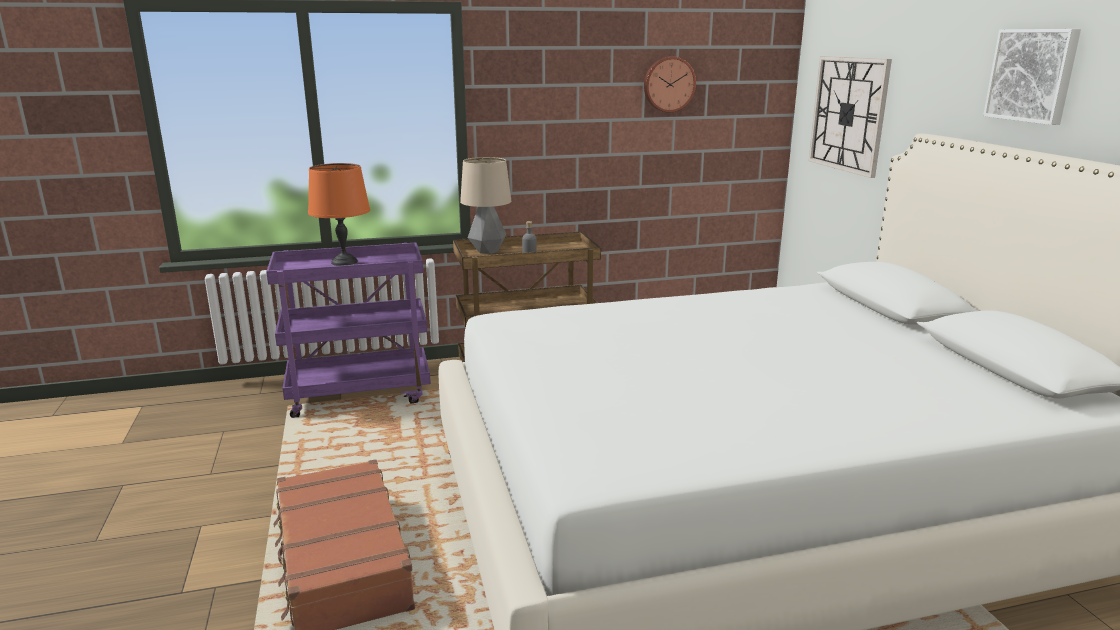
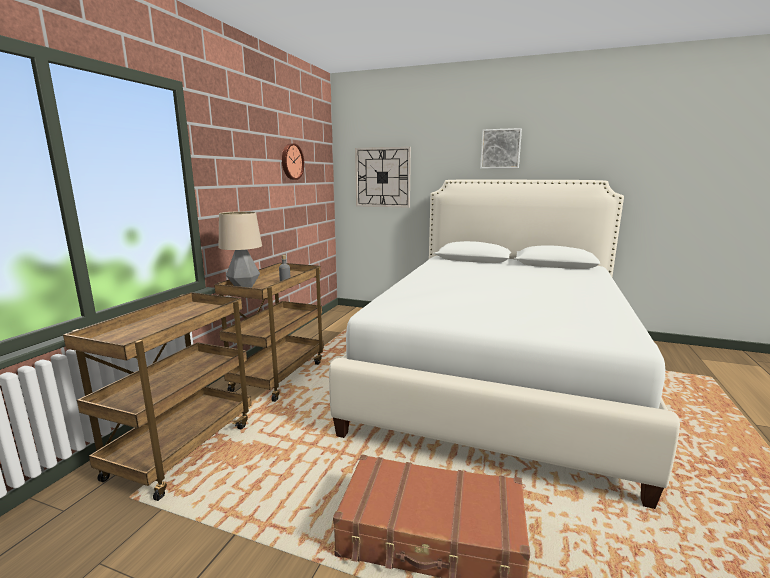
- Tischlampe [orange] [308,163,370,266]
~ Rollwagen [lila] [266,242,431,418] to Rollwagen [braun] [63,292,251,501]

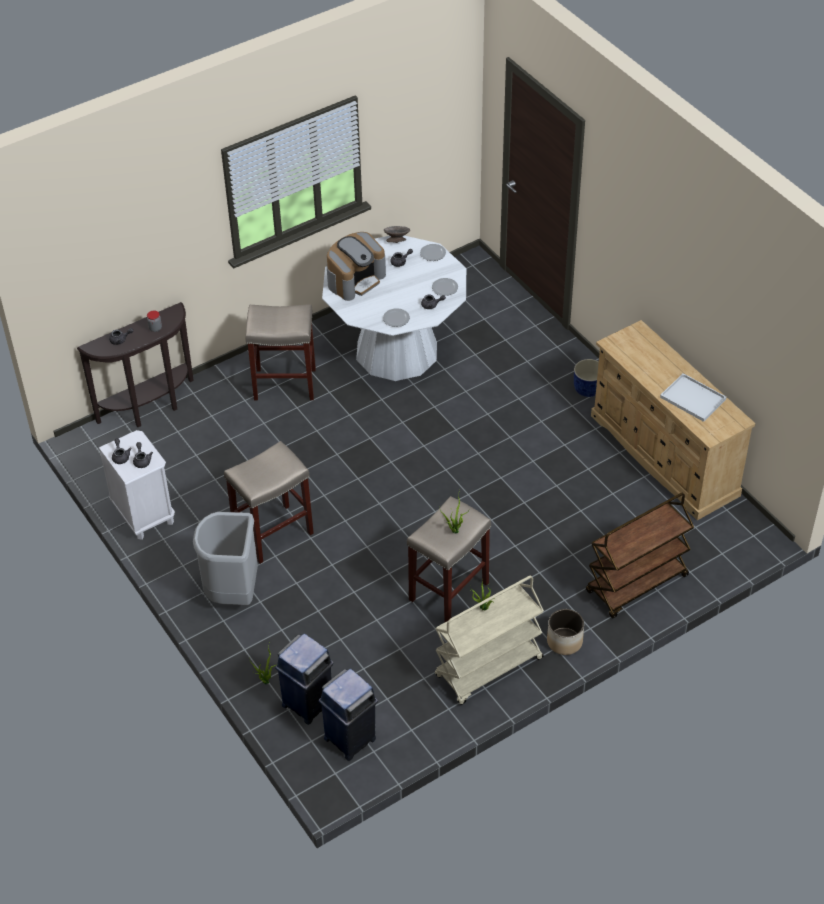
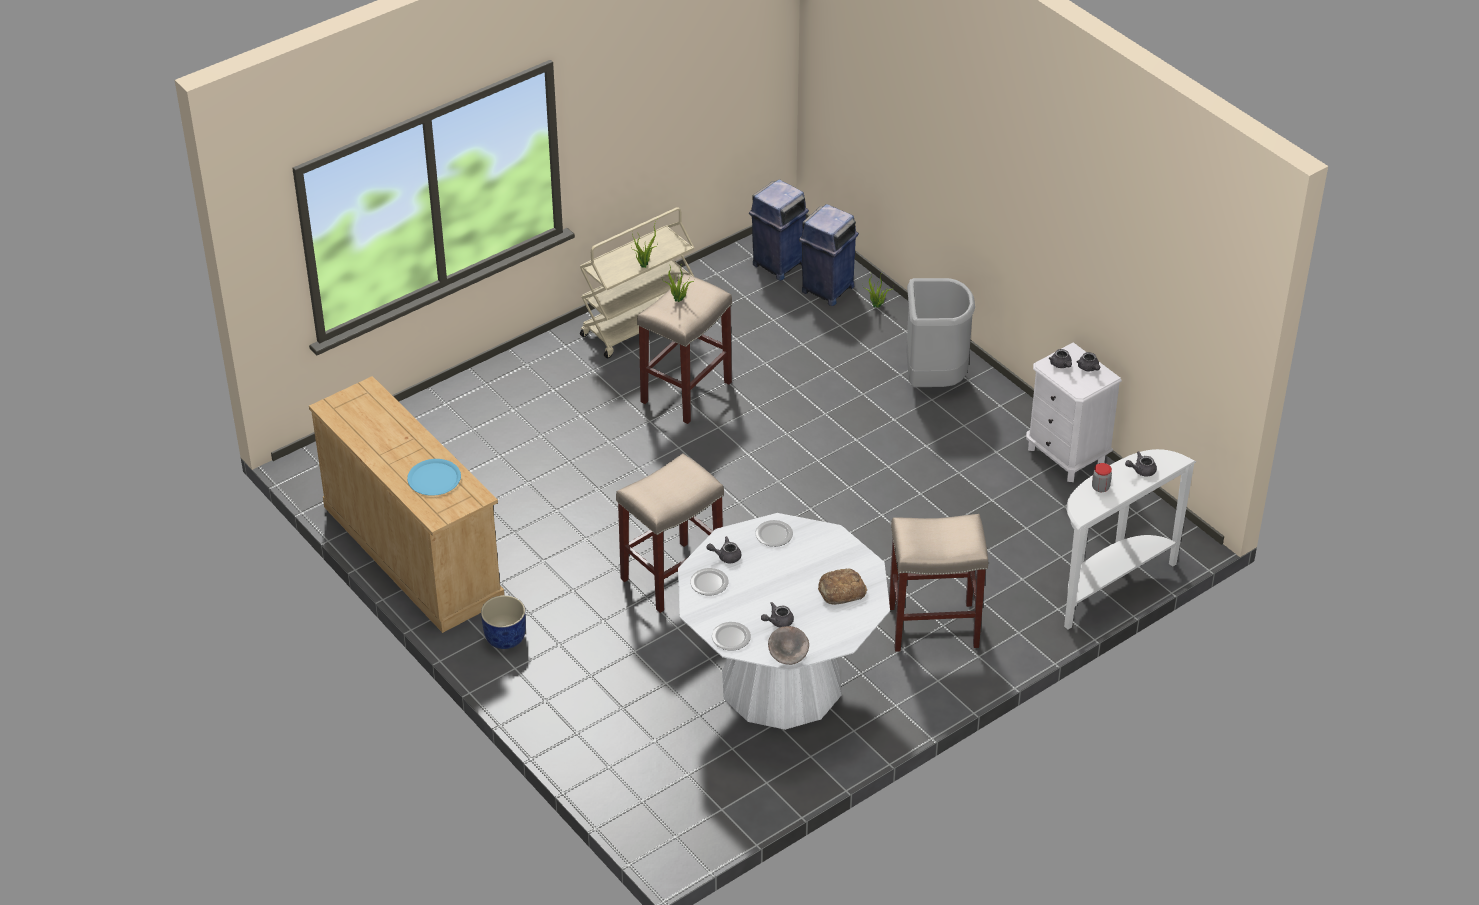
~ Kaffeemaschine [327,232,386,301] to Brot [818,569,867,605]
~ Konsolentisch [braun] [77,302,194,427] to Konsolentisch [weiß] [1064,449,1196,629]
- Tablett [weiß] [660,373,726,422]
~ Hocker [beige] [224,441,314,564] to [616,453,724,613]
- Rollwagen [braun] [586,493,694,618]
- Pflanzkübel [547,609,584,655]
+ Teller [blau] [407,459,461,496]

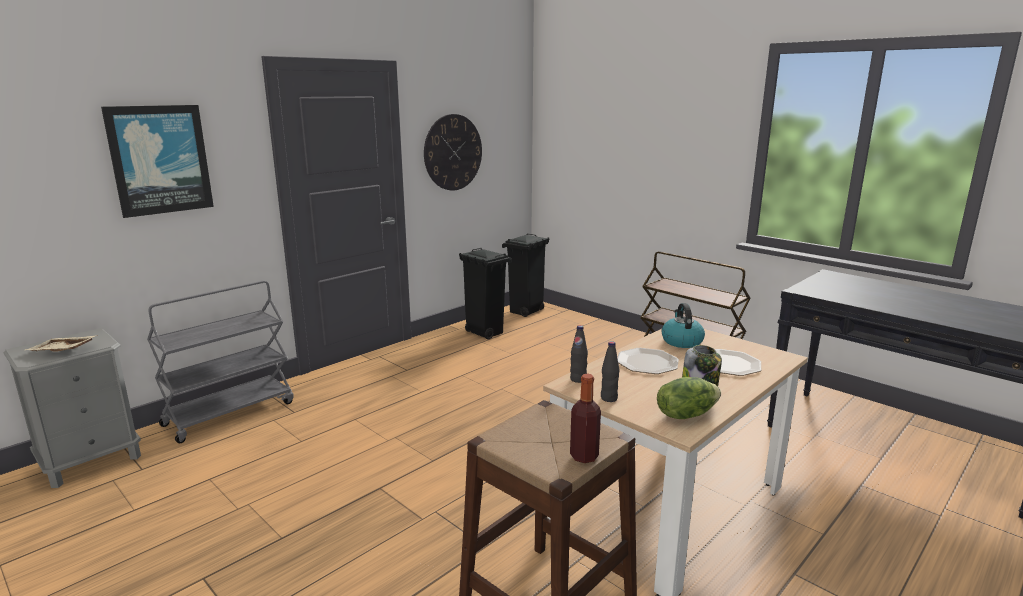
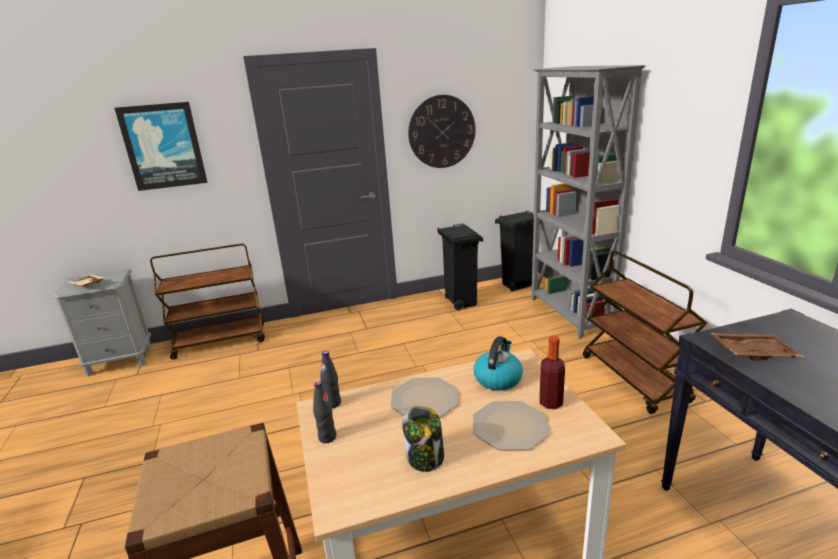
~ Rollwagen [grau] [147,281,294,443] to Rollwagen [braun] [150,244,265,360]
~ Flasche [570,373,601,463] to [539,336,565,409]
- Salatkopf [657,377,721,419]
+ Bücherregal [grau] [531,65,645,339]
+ Tablett [braun] [711,333,804,361]

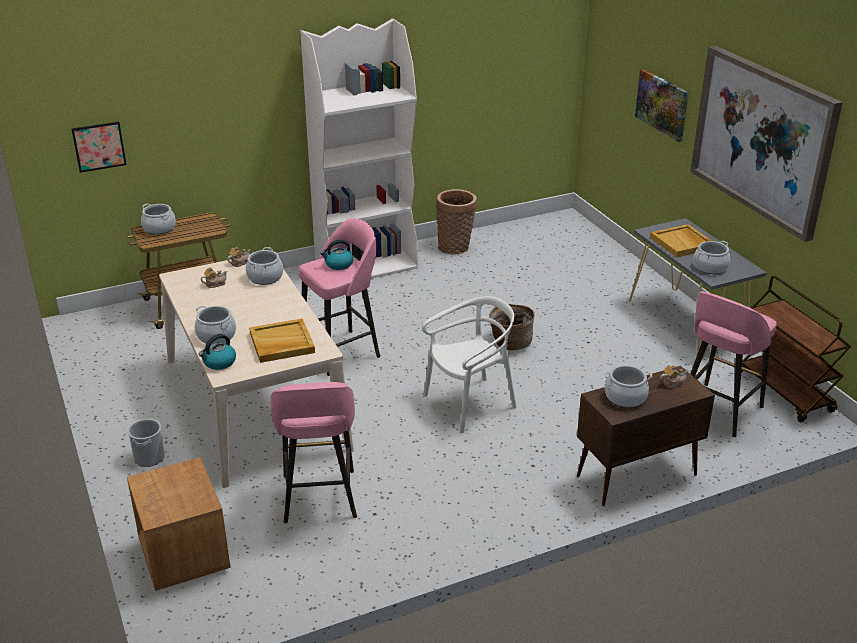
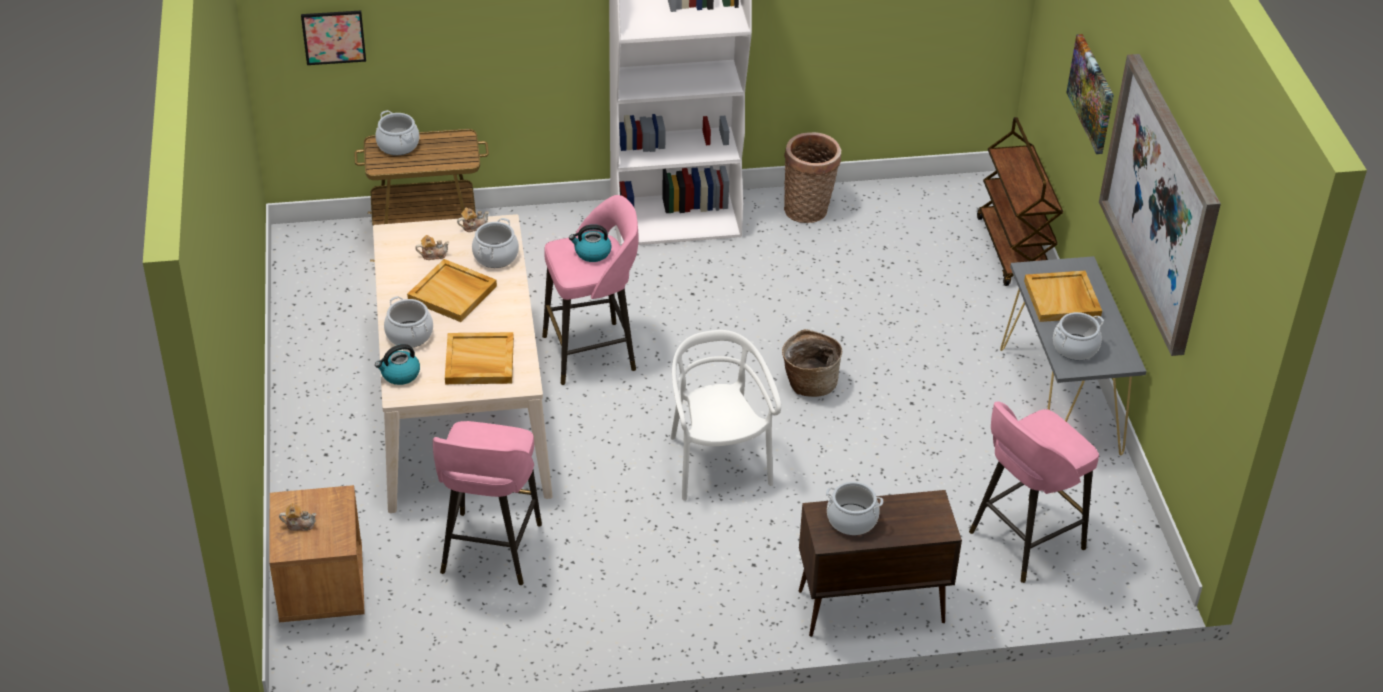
~ Rollwagen [braun] [741,276,851,422] to [977,117,1063,286]
~ Stuhl [weiß] [422,296,517,433] = [671,330,781,501] 90 degrees counterclockwise
~ Teekanne [660,365,689,388] to [279,503,317,531]
- Eimer [127,419,165,467]
+ Tablett [beige] [407,259,497,322]

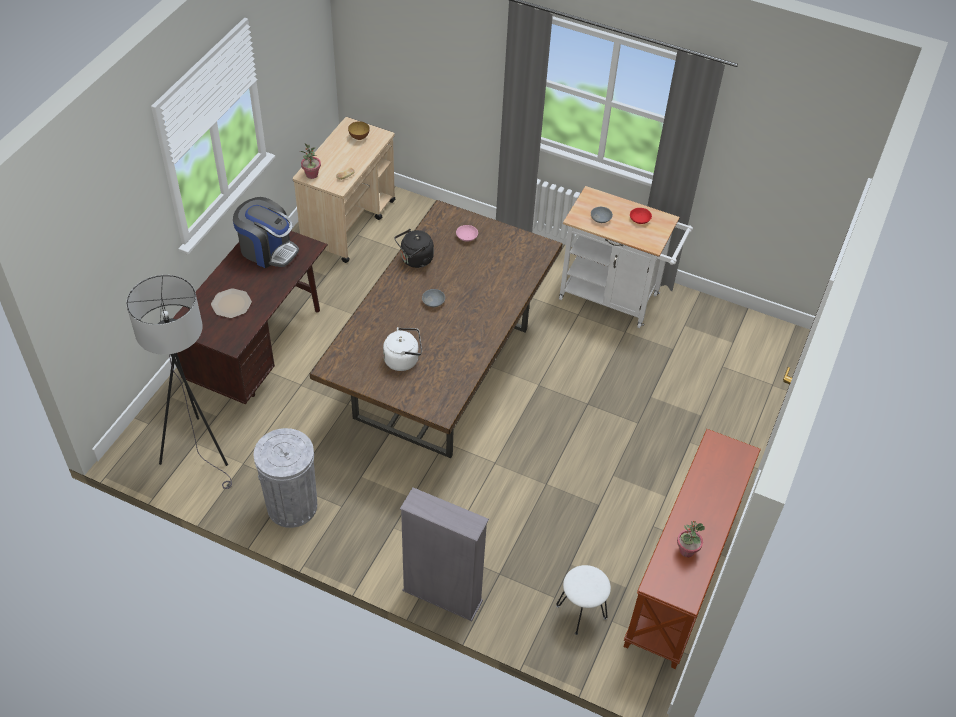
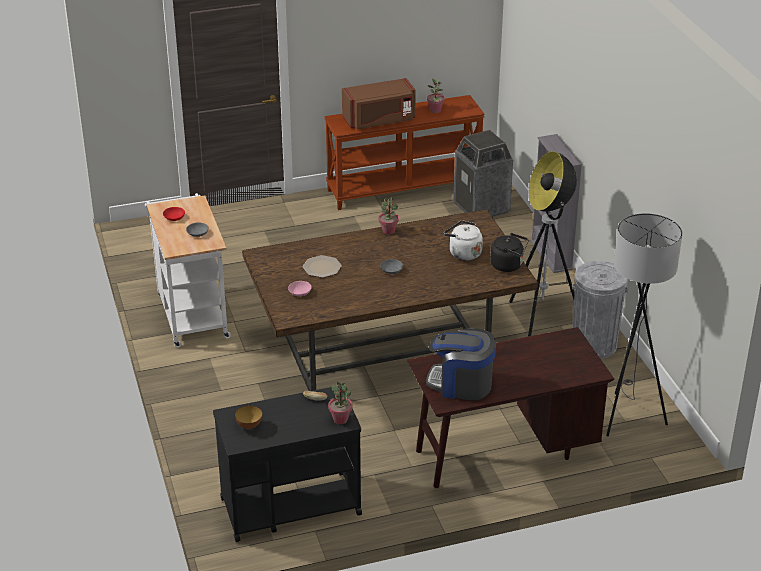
~ Rollwagen [beige] [293,117,396,263] to Rollwagen [schwarz] [213,386,362,542]
~ Kaffeemaschine [233,197,299,268] = [426,328,496,400] 60 degrees counterclockwise
~ Wasserkessel [schwarz] [395,229,434,268] to [490,233,529,272]
~ Teller [211,288,252,318] to [302,255,342,278]
~ Hocker [weiß] [556,565,611,635] to Mülleimer [453,130,513,217]
+ Mikrowelle [braun] [342,78,416,129]
+ Stehlampe [509,151,577,336]
+ Topfpflanze [379,197,399,235]

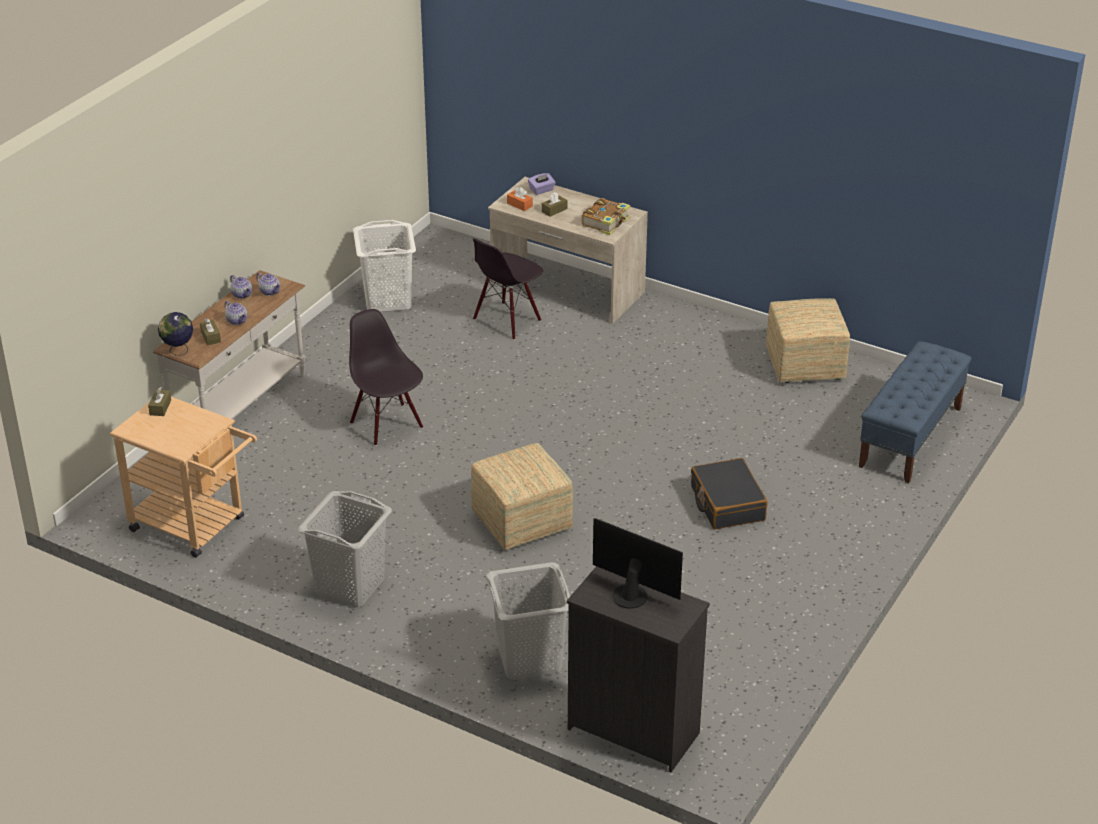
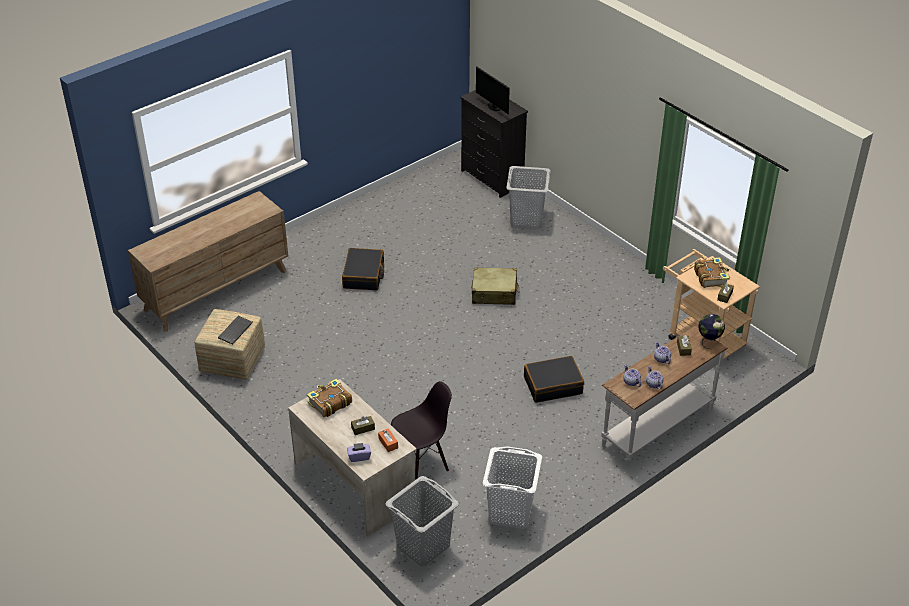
~ Stuhl [schwarz] [349,309,423,446] to Koffer [schwarz] [524,356,584,403]
~ Bank [blau] [859,341,971,483] to Kommode [braun] [128,191,288,332]
~ Polsterhocker [471,443,573,550] to Koffer [beige] [472,267,519,305]
~ Wäschekorb [grau] [298,491,392,607] to [386,476,459,567]
+ Buch [694,258,730,288]
+ Tastatur [218,316,253,345]

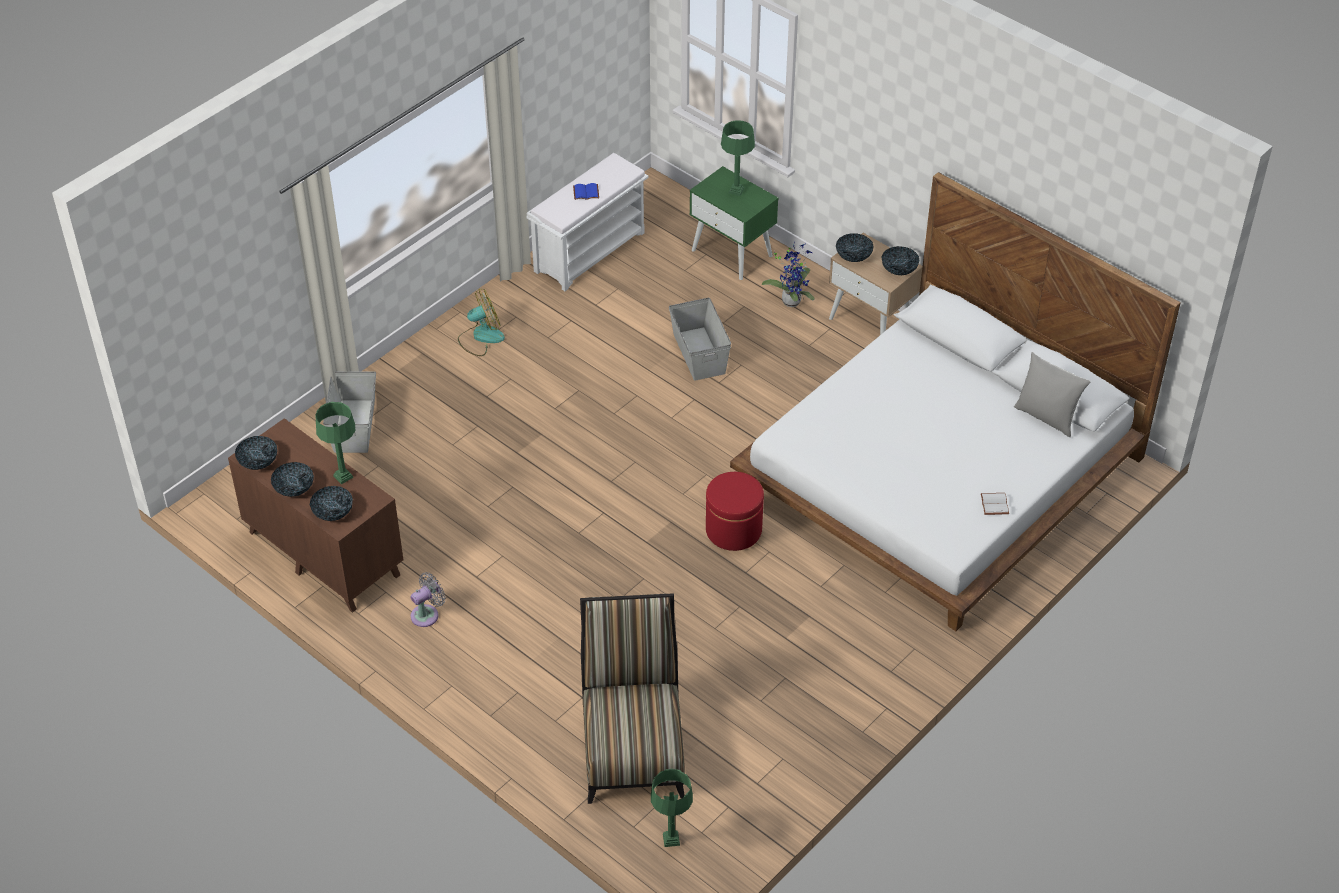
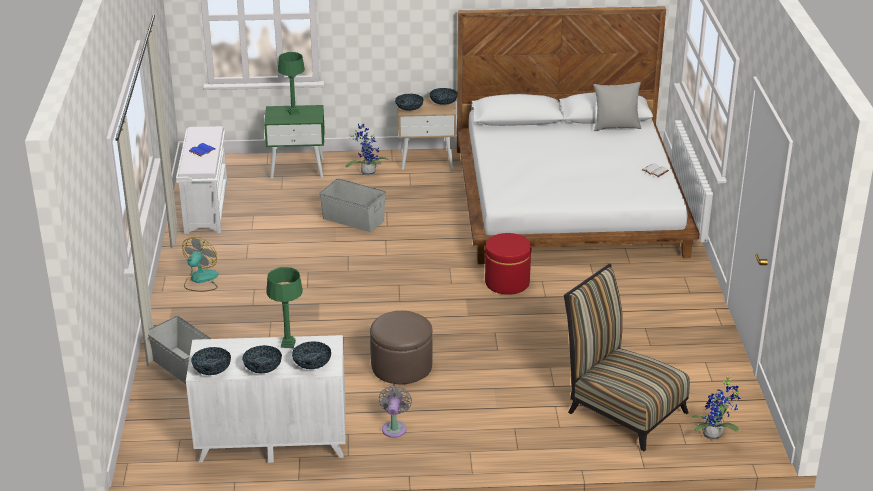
~ Kommode [braun] [228,418,403,613] to Kommode [weiß] [186,335,346,463]
~ Tischlampe [grün] [651,769,693,847] to Topfpflanze [692,374,740,440]
+ Polsterhocker [braun] [370,311,433,384]

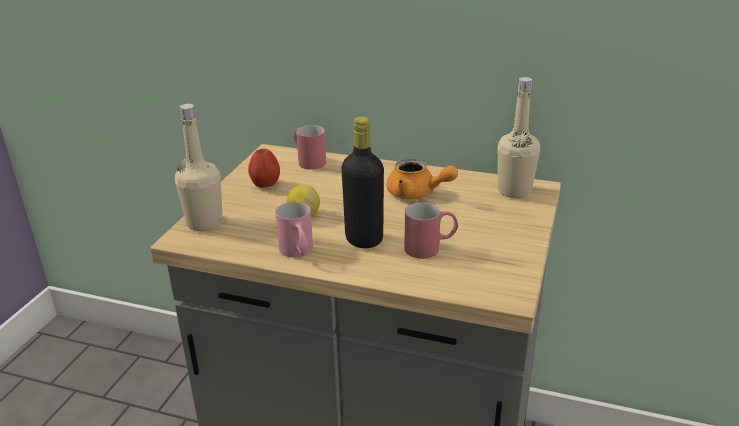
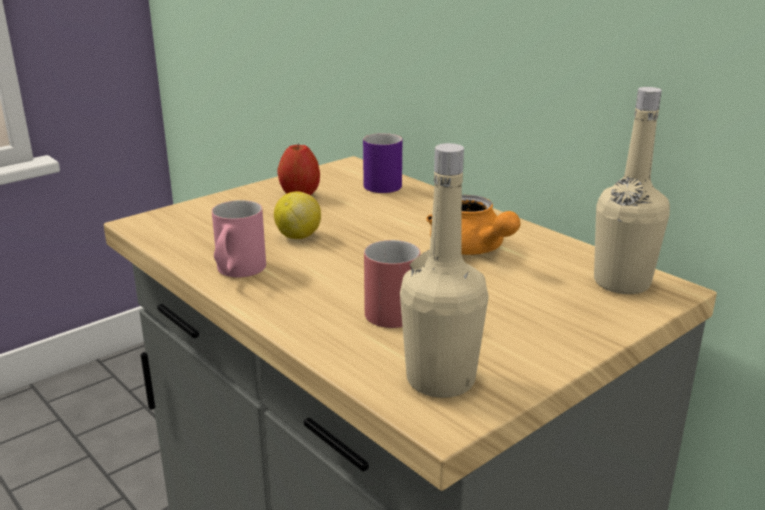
~ Flasche [beige] [175,104,223,231] to [400,143,488,398]
- Flasche [schwarz] [341,117,384,248]
~ Henkelbecher [rot] [294,125,326,170] to Henkelbecher [lila] [363,133,402,193]

